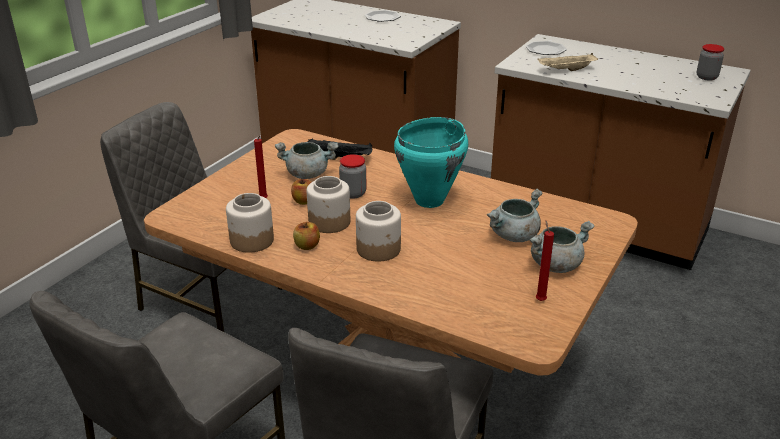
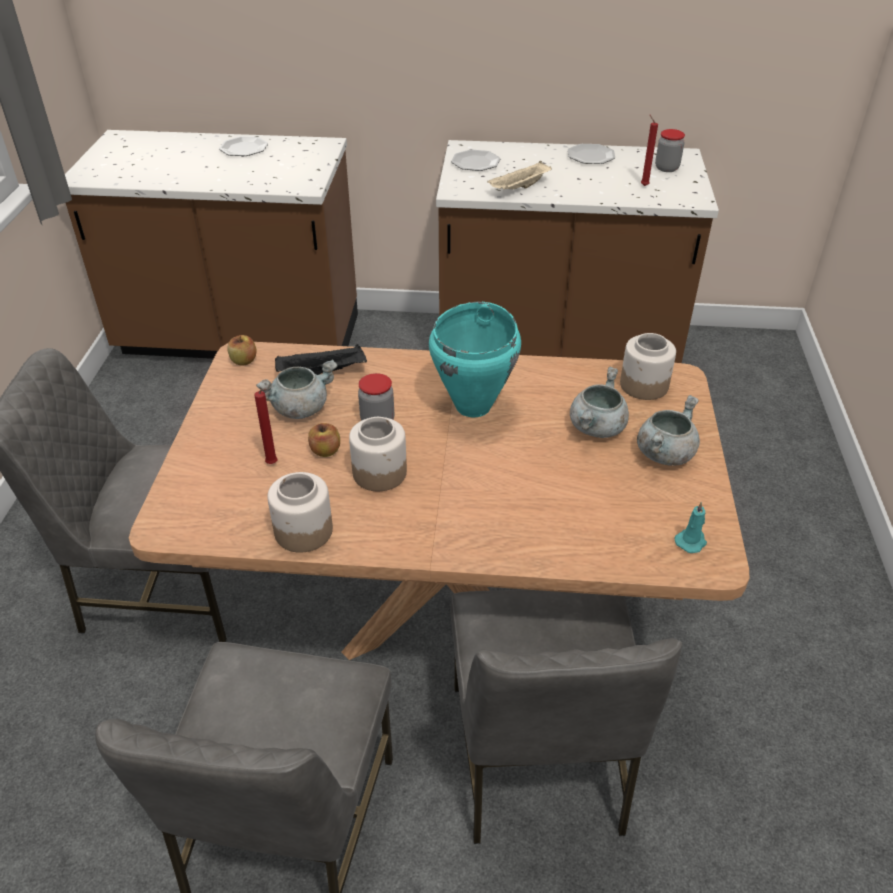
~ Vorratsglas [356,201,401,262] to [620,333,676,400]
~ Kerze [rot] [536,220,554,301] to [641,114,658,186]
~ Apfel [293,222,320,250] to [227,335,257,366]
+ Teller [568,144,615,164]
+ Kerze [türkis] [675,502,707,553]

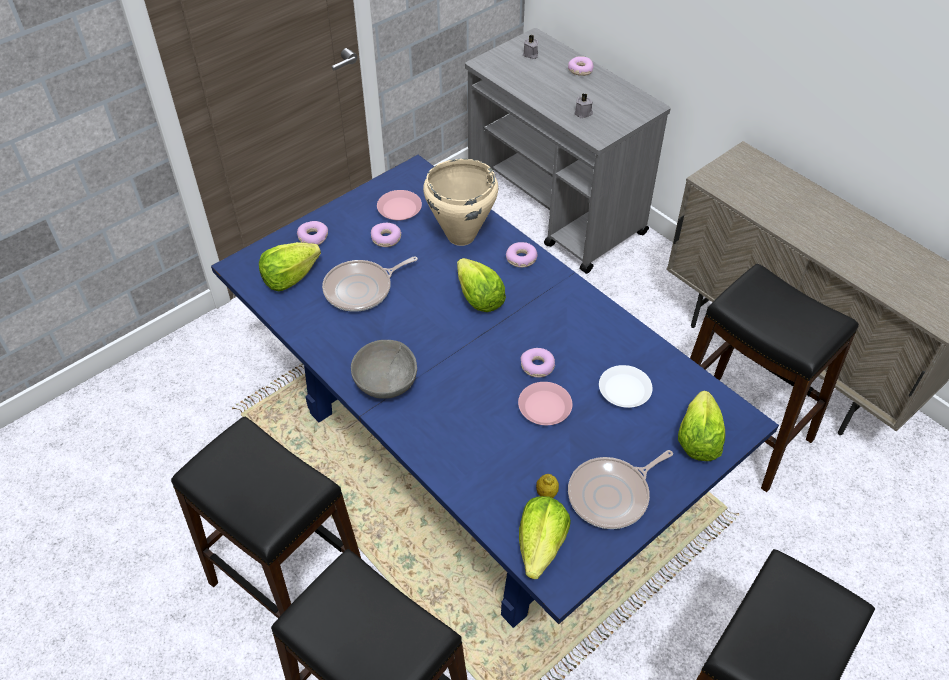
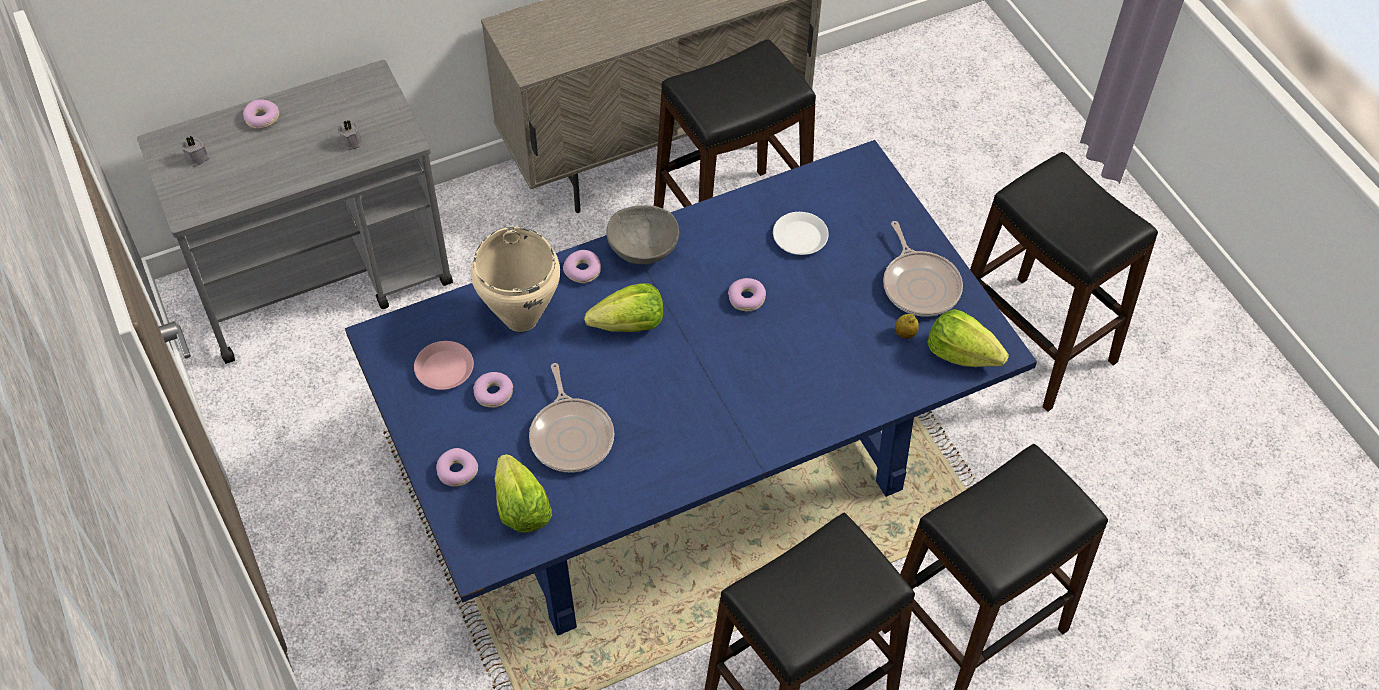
~ Schüssel [grau] [351,340,417,399] to [606,205,679,264]
- Teller [rosa] [518,382,572,425]
- Salatkopf [678,391,725,461]

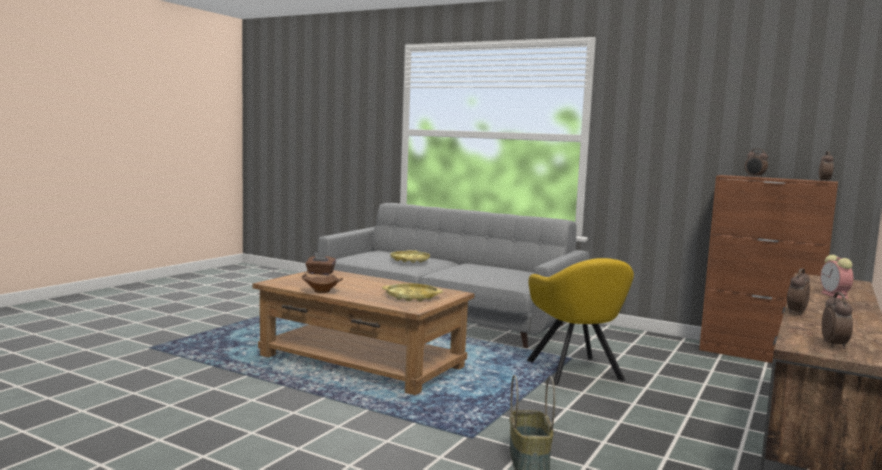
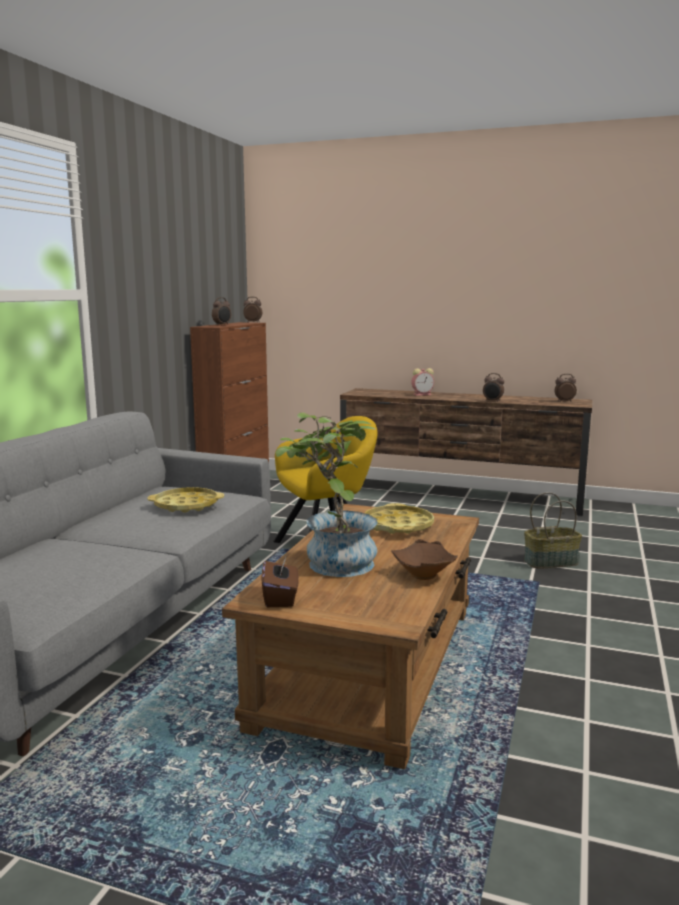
~ Tablett [gelb] [390,250,430,263] to [147,487,224,513]
+ Topfpflanze [276,412,378,577]

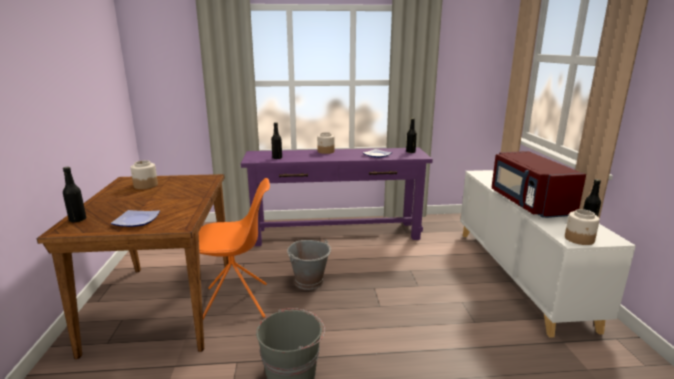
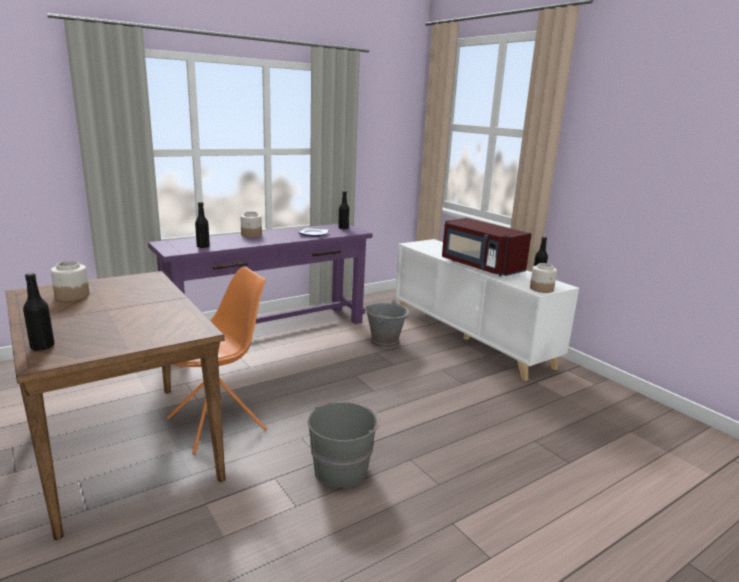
- Teller [111,210,160,227]
~ Eimer [grau] [287,239,331,290] to [365,300,409,349]

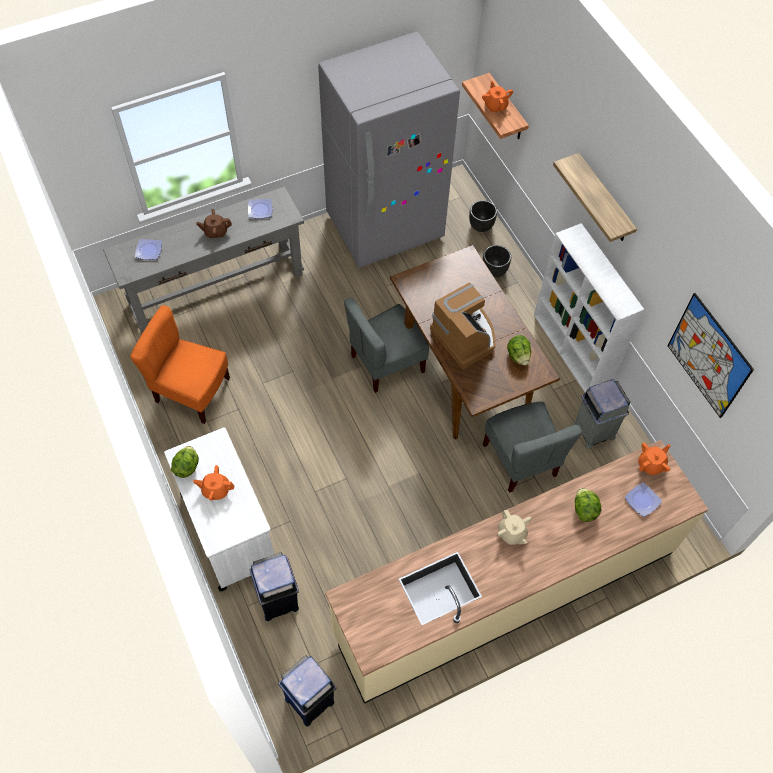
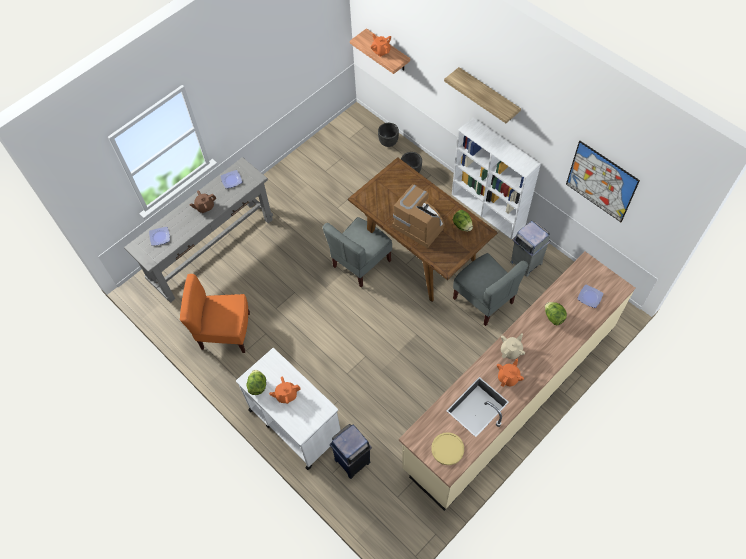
- Kühlschrank [grau] [318,32,460,268]
~ Teekanne [orange] [638,443,671,475] to [497,358,524,387]
~ Teekanne [beige] [497,509,532,545] = [501,333,525,359] 90 degrees counterclockwise
- Mülleimer [blau] [278,655,336,727]
+ Teller [gelb] [431,432,464,465]

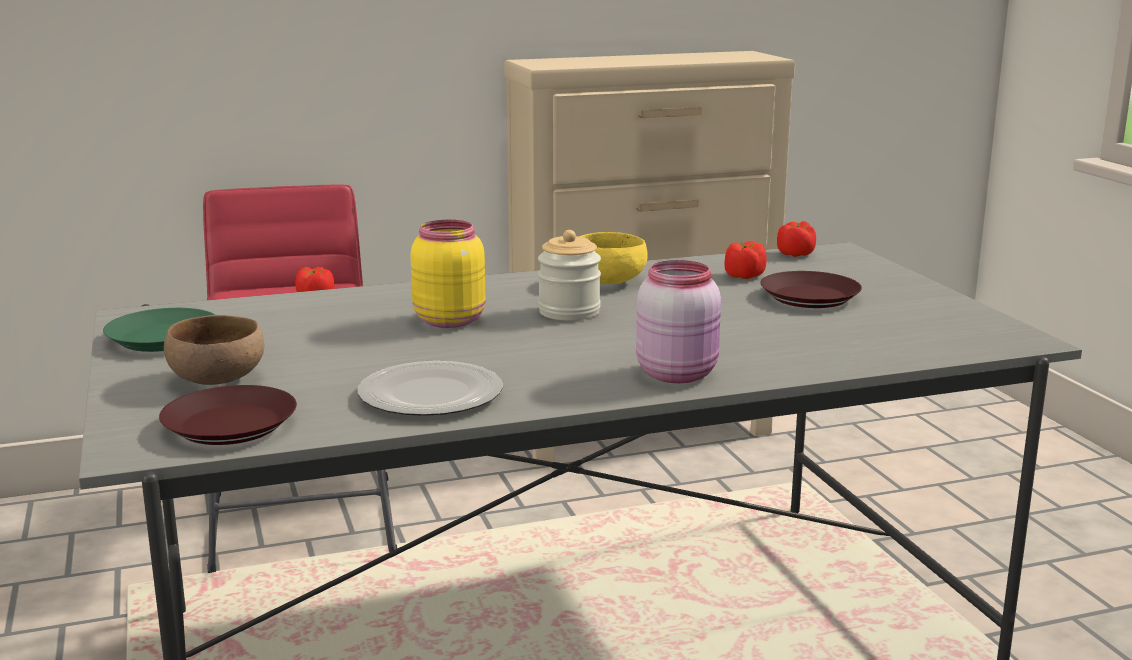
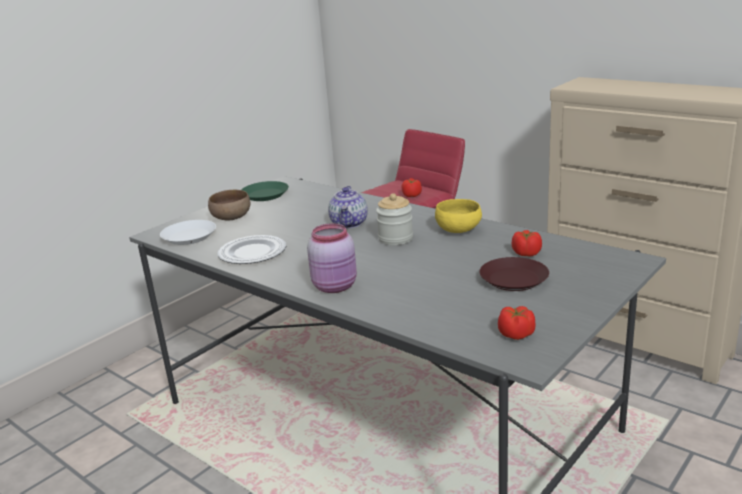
~ Vorratsglas [gelb] [410,220,486,328] to Teekanne [328,186,368,228]
~ Tomate [777,221,816,257] to [498,306,536,340]
~ Teller [braun] [159,385,297,445] to Teller [weiß] [160,220,216,245]

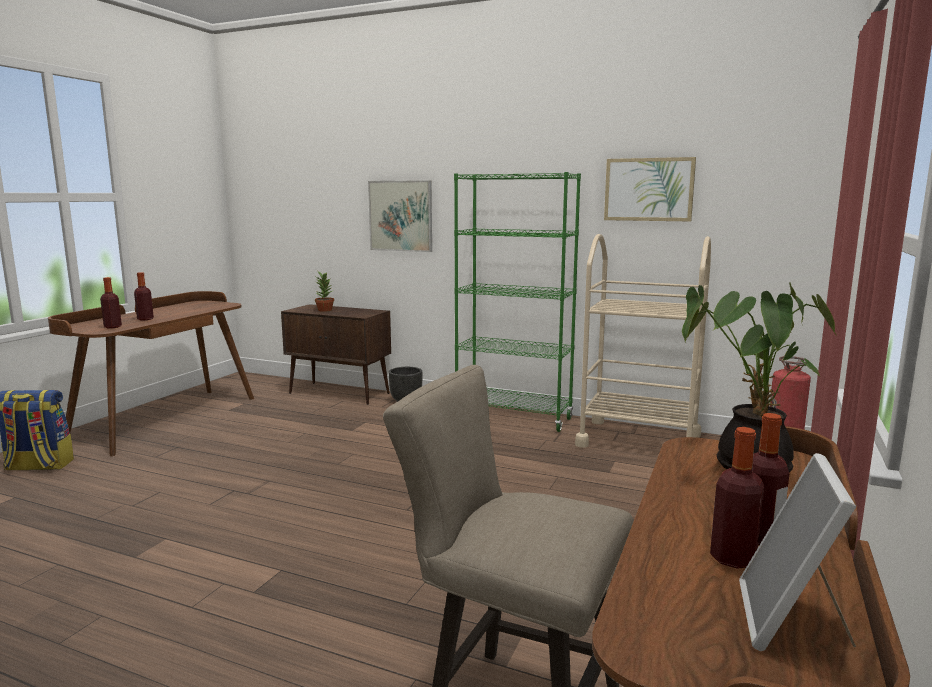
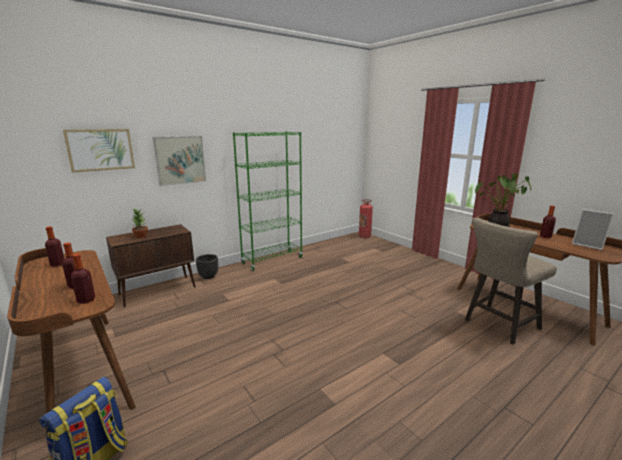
~ Bild [604,157,696,221] to [63,129,135,173]
- Rollwagen [beige] [575,234,711,448]
~ Flasche [710,427,764,569] to [45,226,65,267]

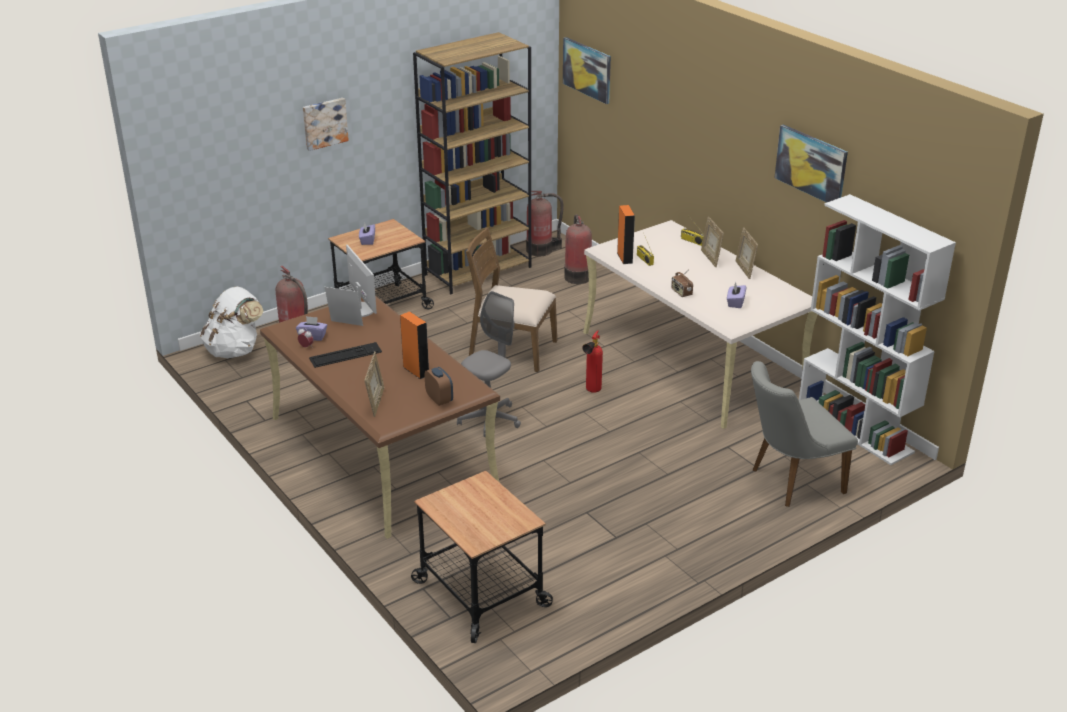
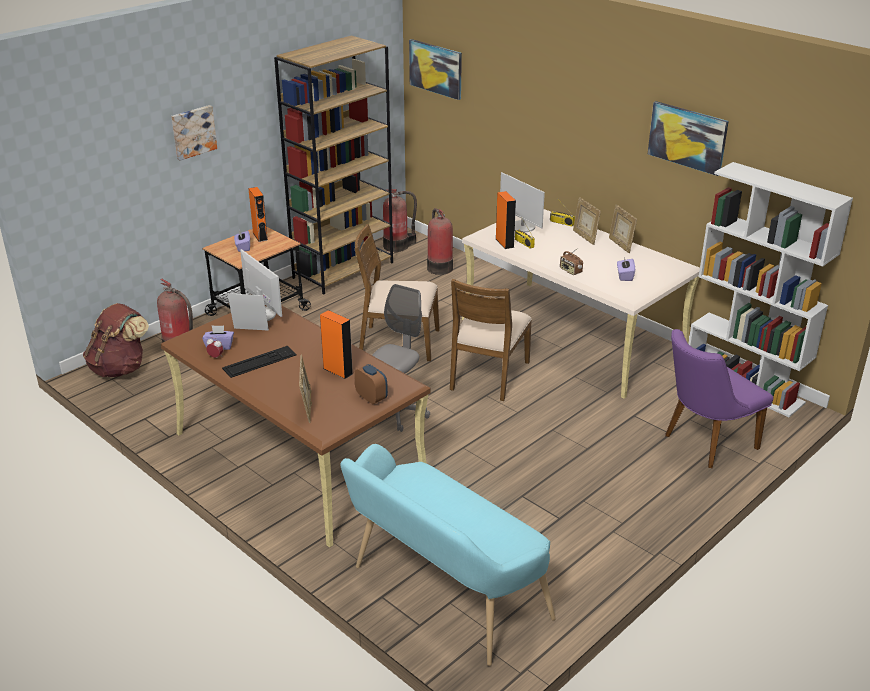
~ Rucksack [weiß] [200,286,263,358] to Rucksack [braun] [83,303,149,377]
~ Feuerlöscher [582,330,603,393] to Stuhl [braun] [450,279,532,401]
~ Stuhl [grau] [751,361,858,507] to Stuhl [lila] [665,329,773,468]
~ Rollwagen [411,471,553,643] to Bank [türkis] [340,444,556,666]
+ Monitor [500,172,545,232]
+ Lautsprecher [orange] [248,187,268,242]

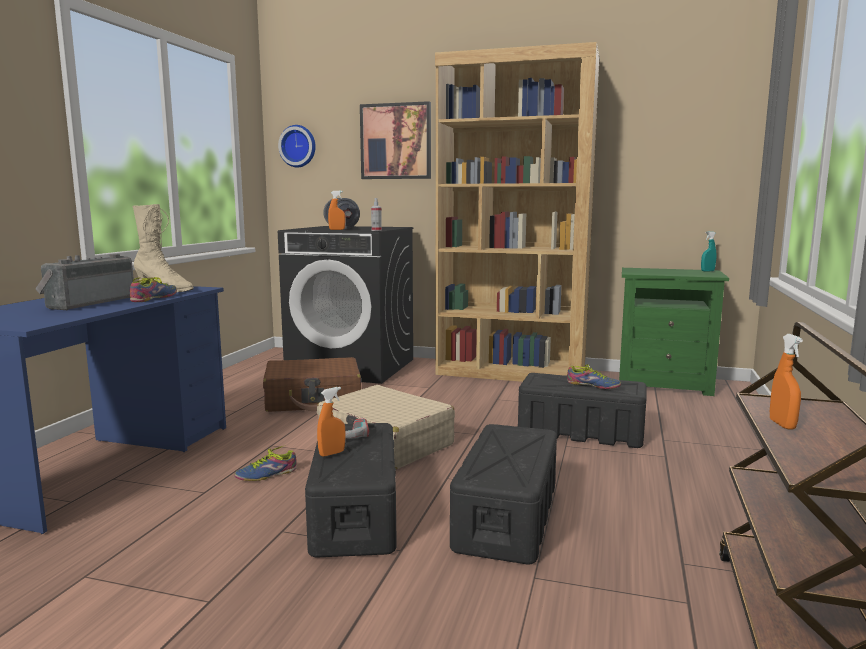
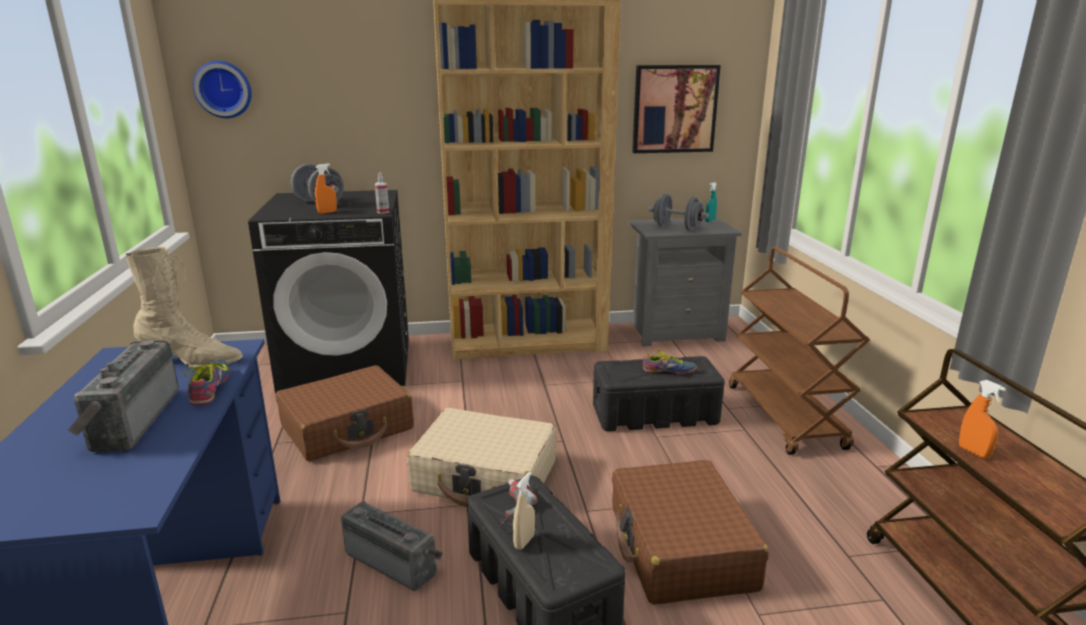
~ Bild [360,101,431,179] to [632,65,721,153]
~ Nachttisch [grün] [619,268,729,396] to Nachttisch [grau] [628,218,742,346]
~ Sprühflasche [orange] [317,387,346,457] to Sprühflasche [beige] [513,472,535,550]
~ Aufbewahrungsbox [schwarz] [450,424,557,565] to Koffer [braun] [612,460,769,605]
~ Schuh [234,445,297,481] to Radio [341,501,443,591]
+ Hantel [grau] [649,194,709,231]
+ Rollwagen [braun] [729,247,870,455]

